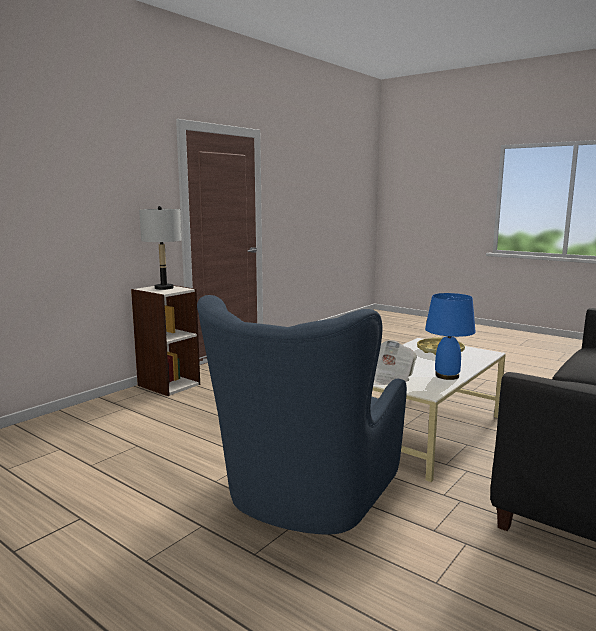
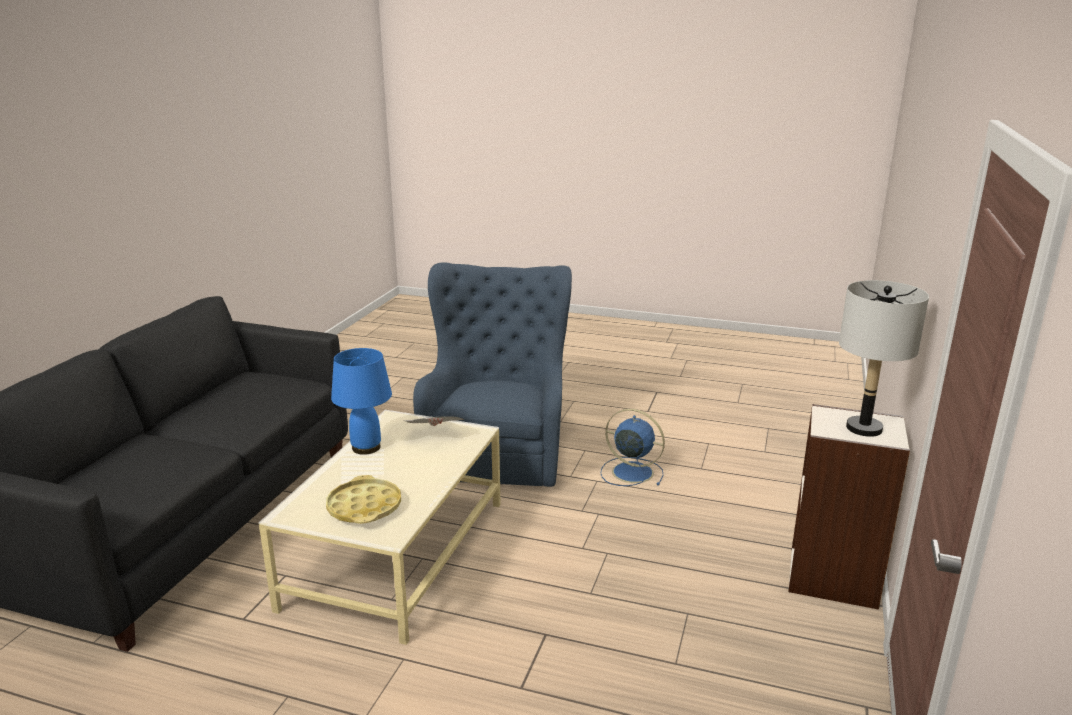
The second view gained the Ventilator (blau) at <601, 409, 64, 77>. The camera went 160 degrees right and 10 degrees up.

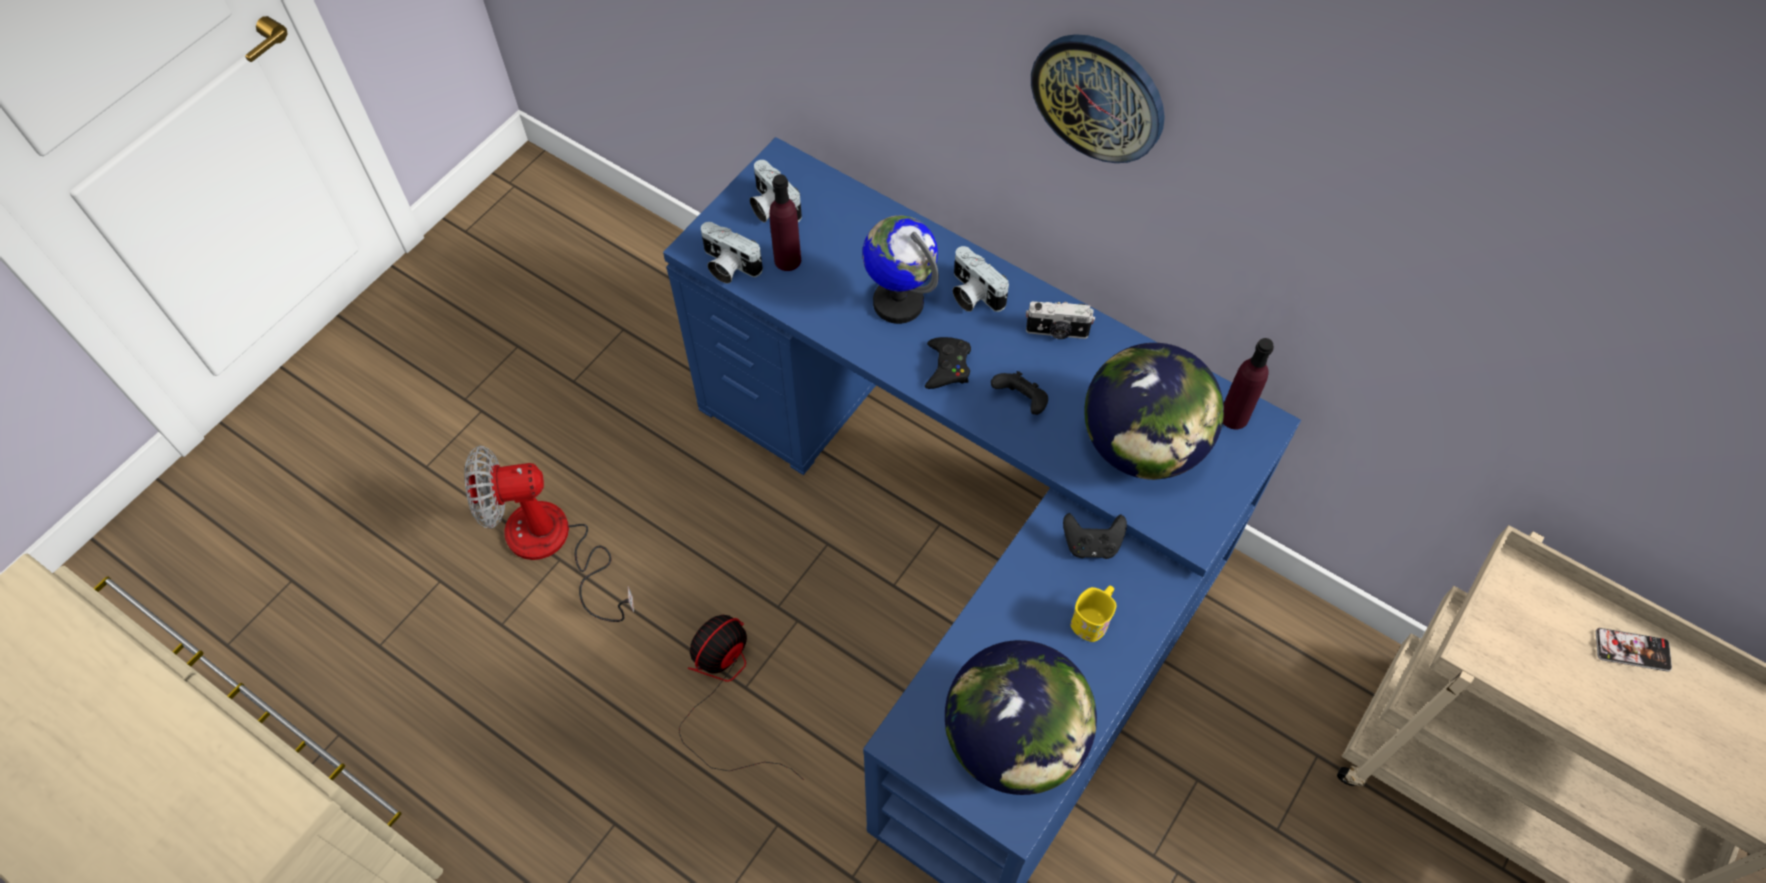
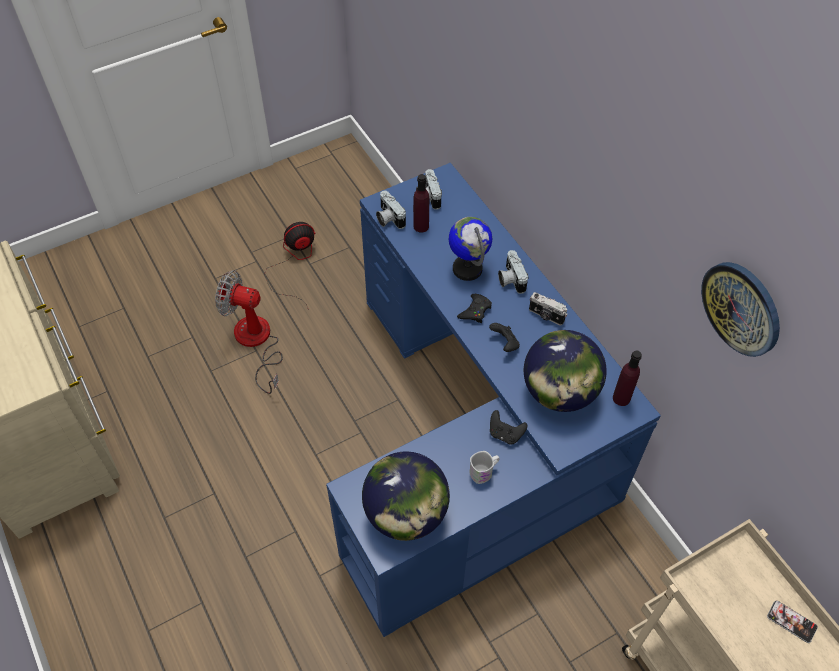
The Ventilator ended up elsewhere, having gone from <679, 615, 125, 165> to <264, 222, 51, 88>. The Wanduhr ended up elsewhere, having gone from <1031, 34, 134, 129> to <701, 262, 79, 95>. What was the Henkelbecher (gelb) at <1071, 586, 45, 56> turned into the Henkelbecher (weiß) at <469, 451, 30, 33>. The camera went 25 degrees right and 5 degrees down.

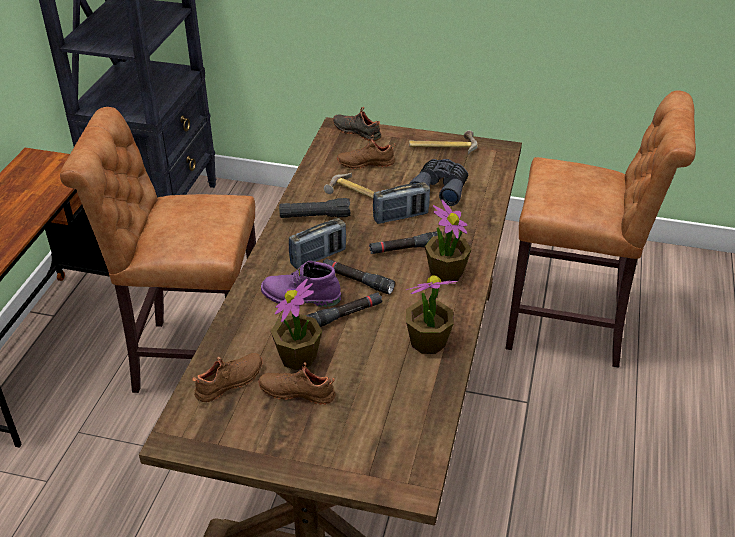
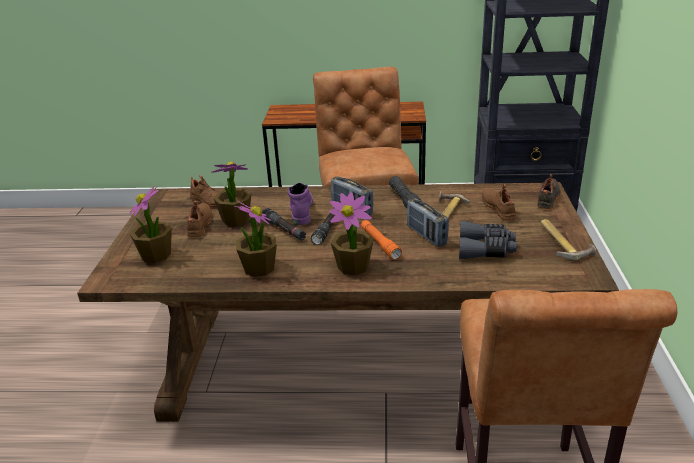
What was the Taschenlampe (schwarz) at <369, 231, 73, 23> turned into the Taschenlampe (orange) at <361, 220, 41, 40>. The second view gained the Topfpflanze at <129, 186, 43, 77>. The camera went 80 degrees right and 10 degrees down.

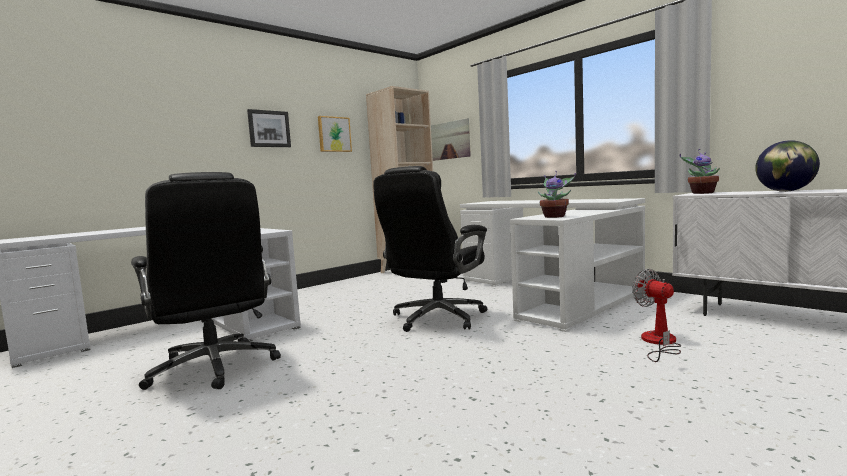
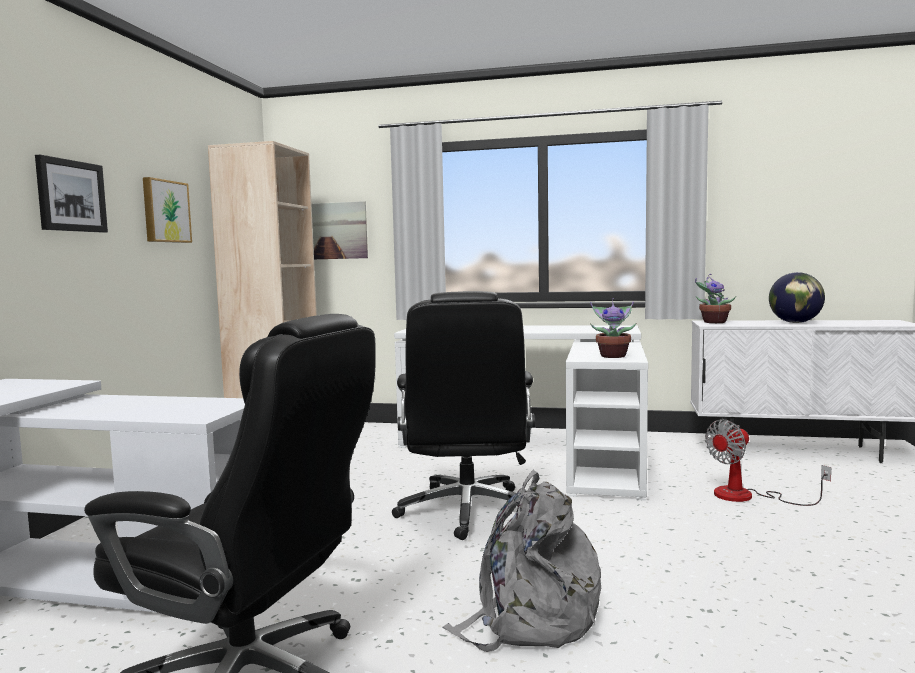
The Ventilator at <632, 269, 49, 93> ended up facing another way, 60 degrees counterclockwise from before. The second view gained the Rucksack (grau) at <443, 469, 158, 183>. The camera went 35 degrees left and 0 degrees up.

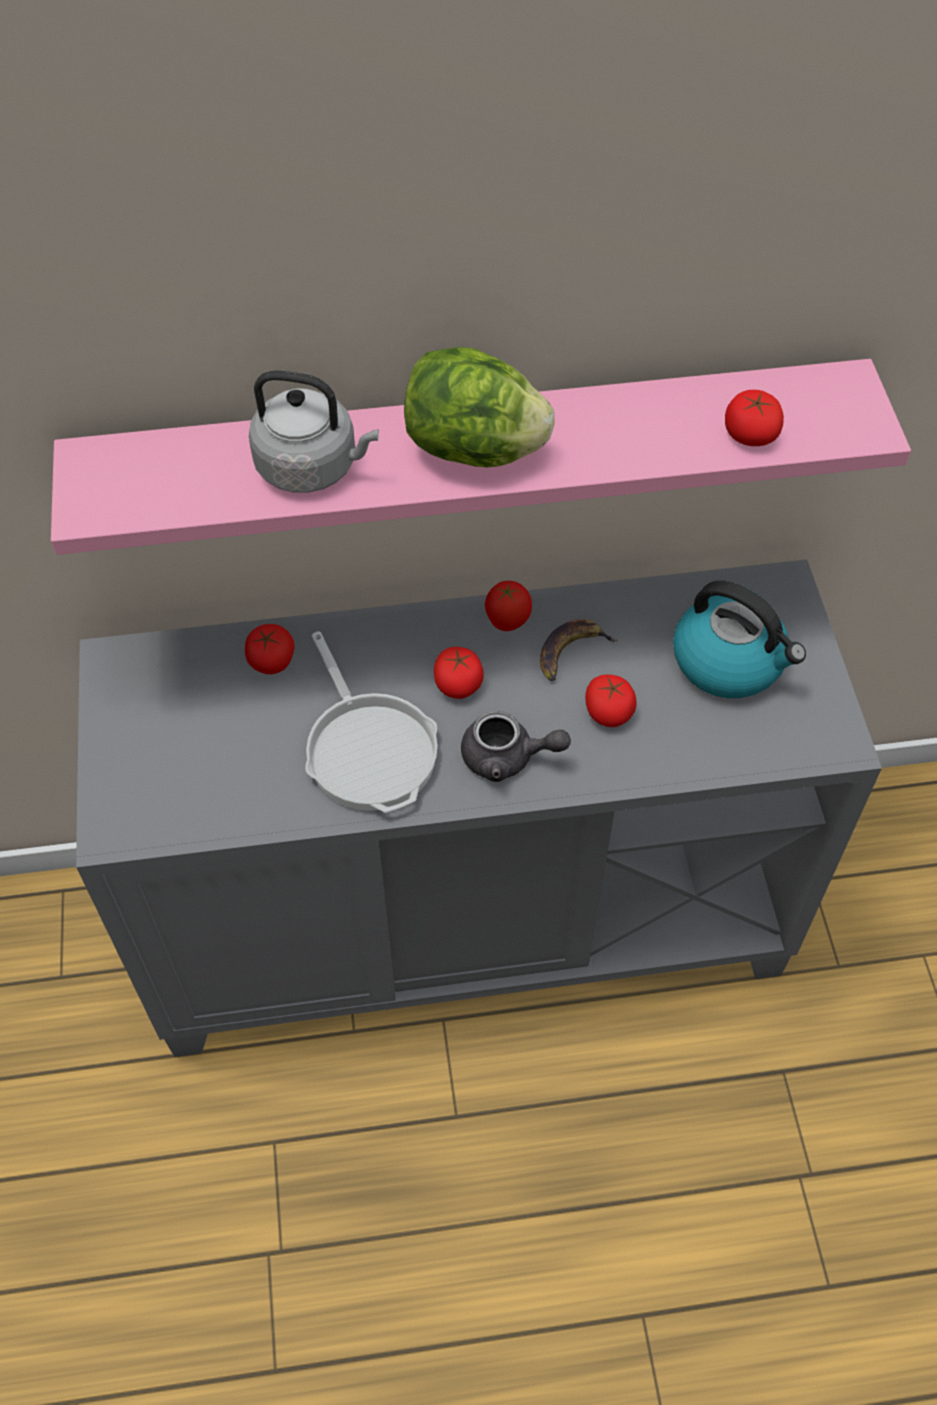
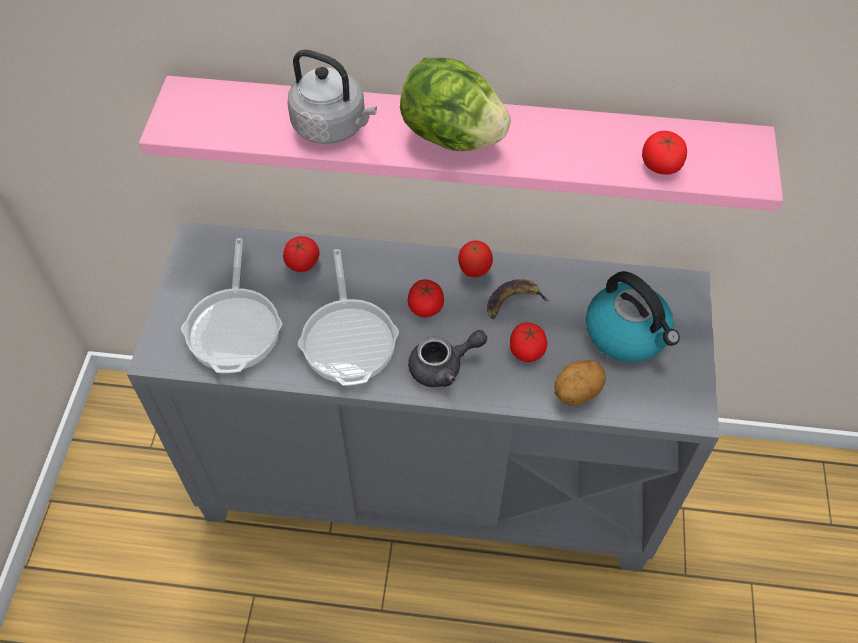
The Teekanne (grau) at <461, 711, 110, 71> ended up facing another way, 45 degrees counterclockwise from before. The second view gained the Pfanne at <181, 238, 101, 135>. The second view gained the Kartoffel at <554, 360, 52, 46>. The camera went 15 degrees right and 0 degrees up.

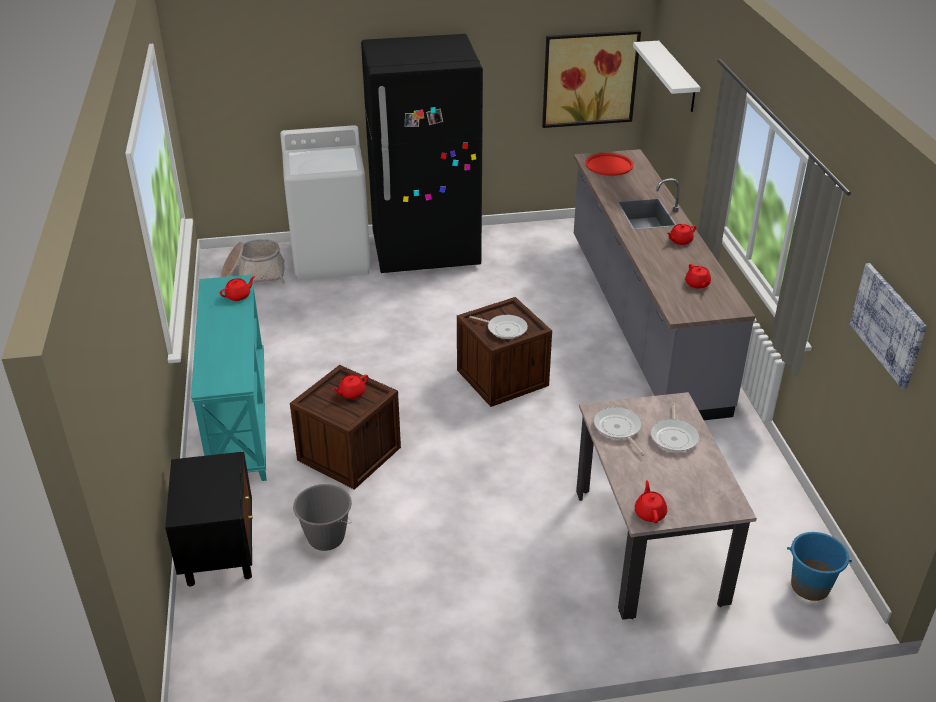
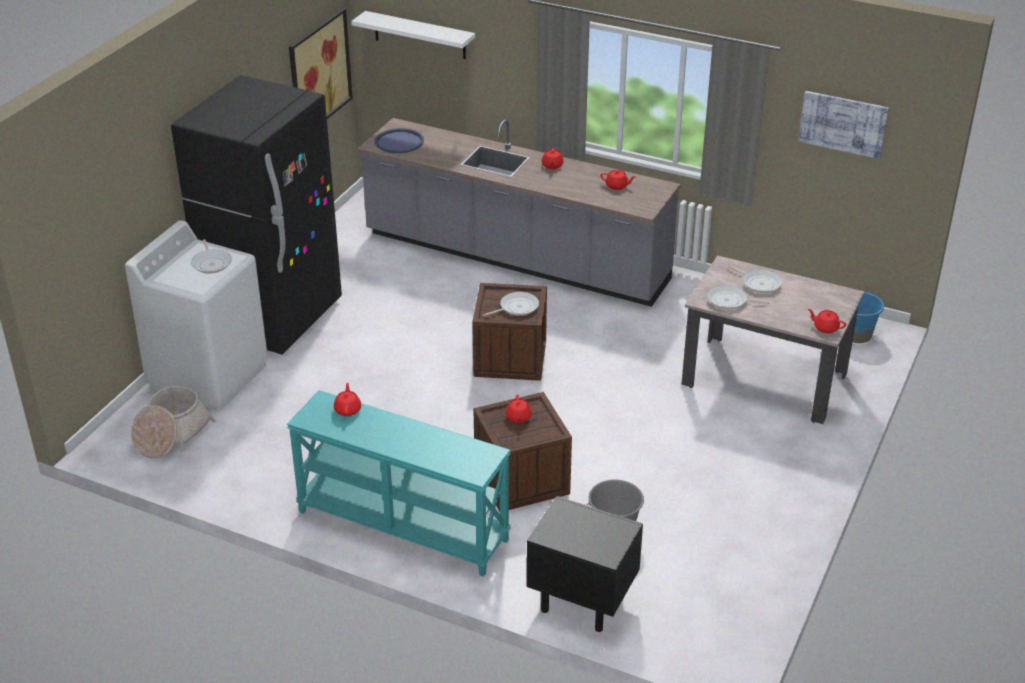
What was the Tablett (rot) at <585, 153, 49, 23> turned into the Tablett (blau) at <375, 128, 49, 25>. The second view gained the Pfanne at <191, 239, 41, 35>. The camera went 55 degrees left and 0 degrees up.

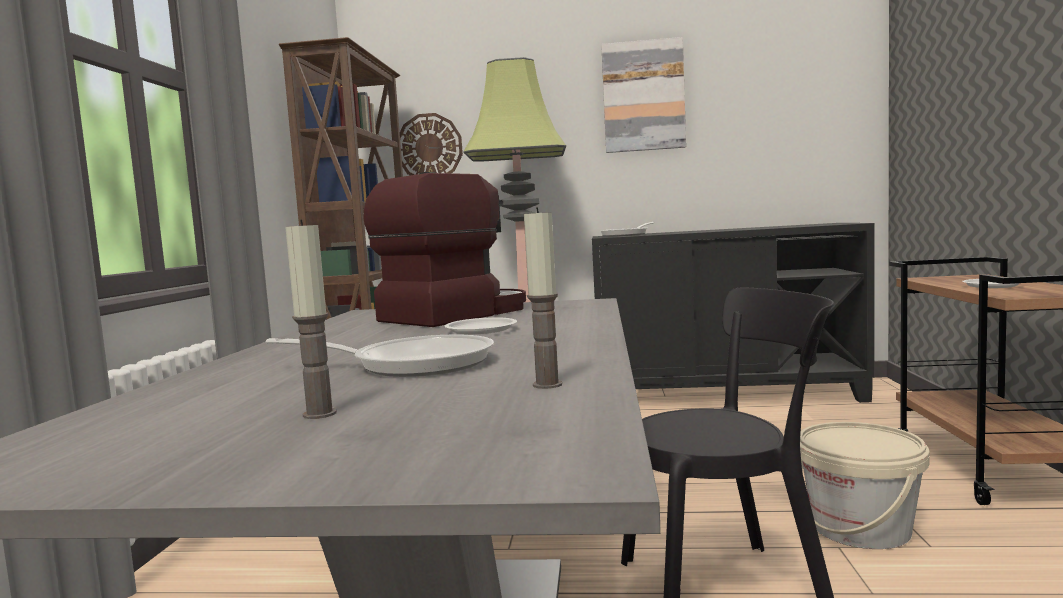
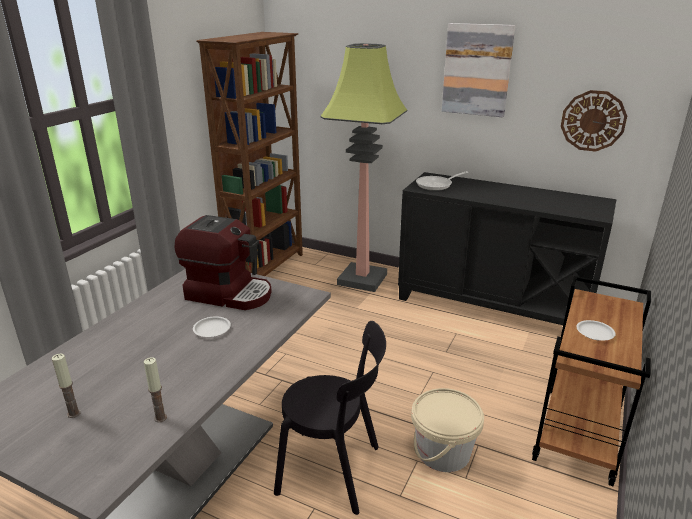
The second view lost the Pfanne at <266, 335, 228, 42>. The Kaffeemaschine at <363, 172, 163, 155> ended up facing another way, 45 degrees clockwise from before. The Wanduhr ended up elsewhere, having gone from <400, 113, 63, 62> to <561, 90, 66, 62>. The camera went 20 degrees right and 20 degrees up.

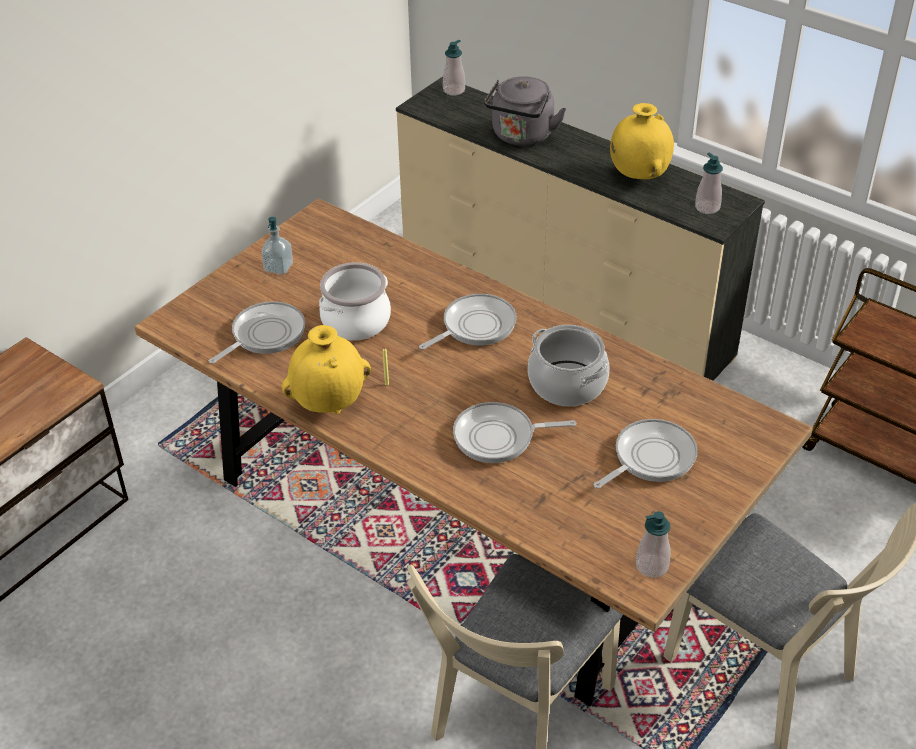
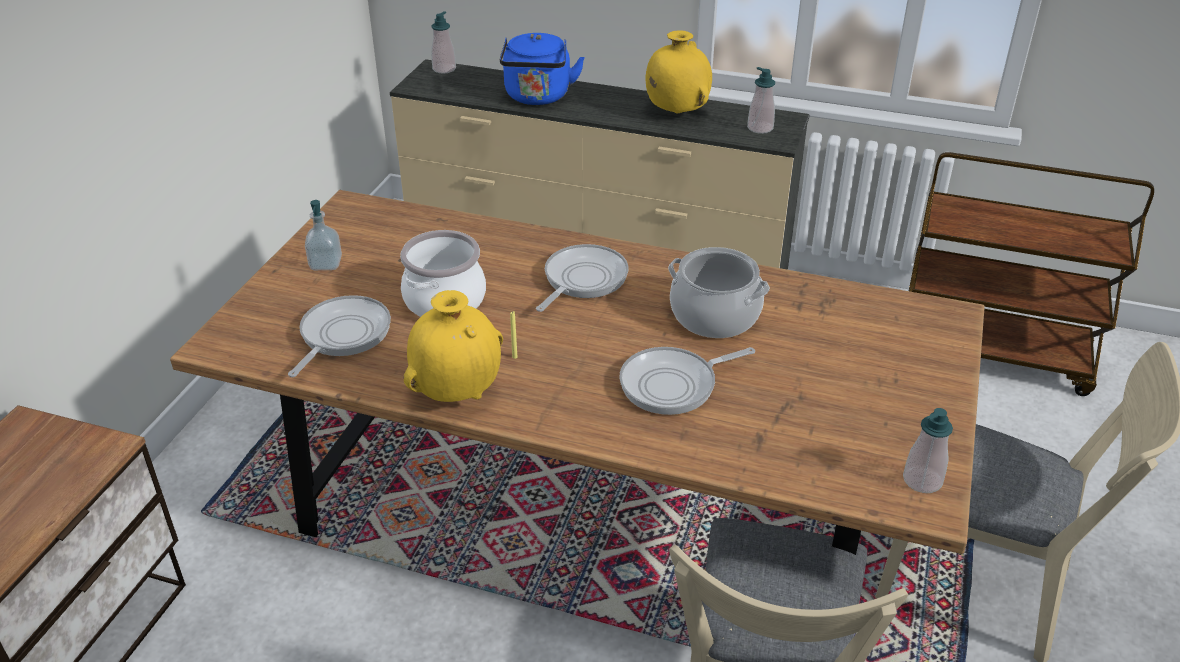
What was the Wasserkessel (grau) at <484, 76, 82, 70> turned into the Wasserkessel (blau) at <500, 33, 85, 72>. The second view lost the Pfanne at <593, 419, 105, 70>. The camera went 20 degrees left and 5 degrees down.

